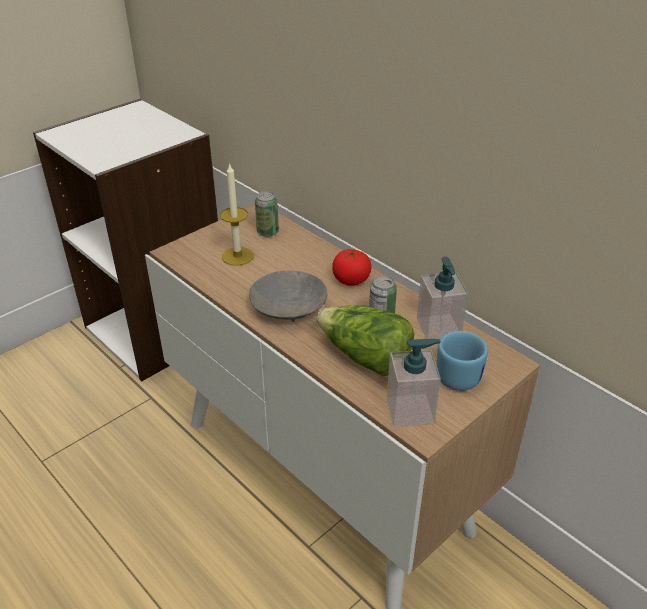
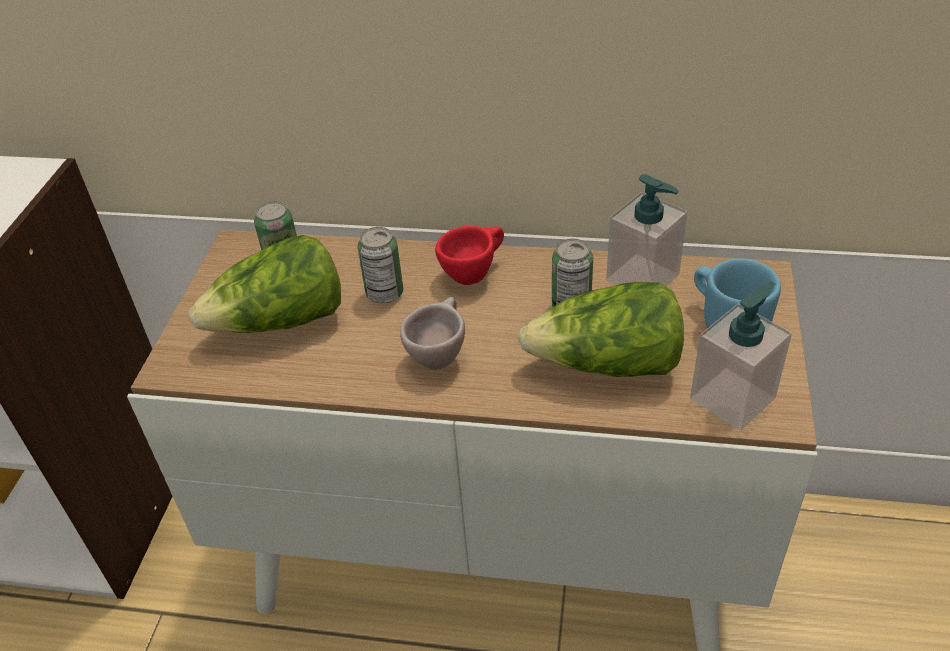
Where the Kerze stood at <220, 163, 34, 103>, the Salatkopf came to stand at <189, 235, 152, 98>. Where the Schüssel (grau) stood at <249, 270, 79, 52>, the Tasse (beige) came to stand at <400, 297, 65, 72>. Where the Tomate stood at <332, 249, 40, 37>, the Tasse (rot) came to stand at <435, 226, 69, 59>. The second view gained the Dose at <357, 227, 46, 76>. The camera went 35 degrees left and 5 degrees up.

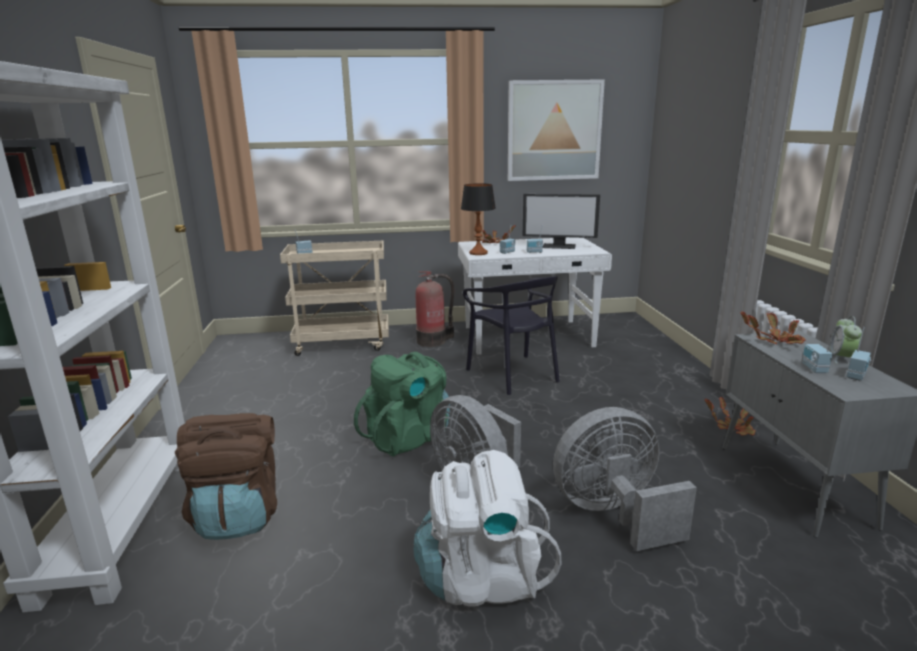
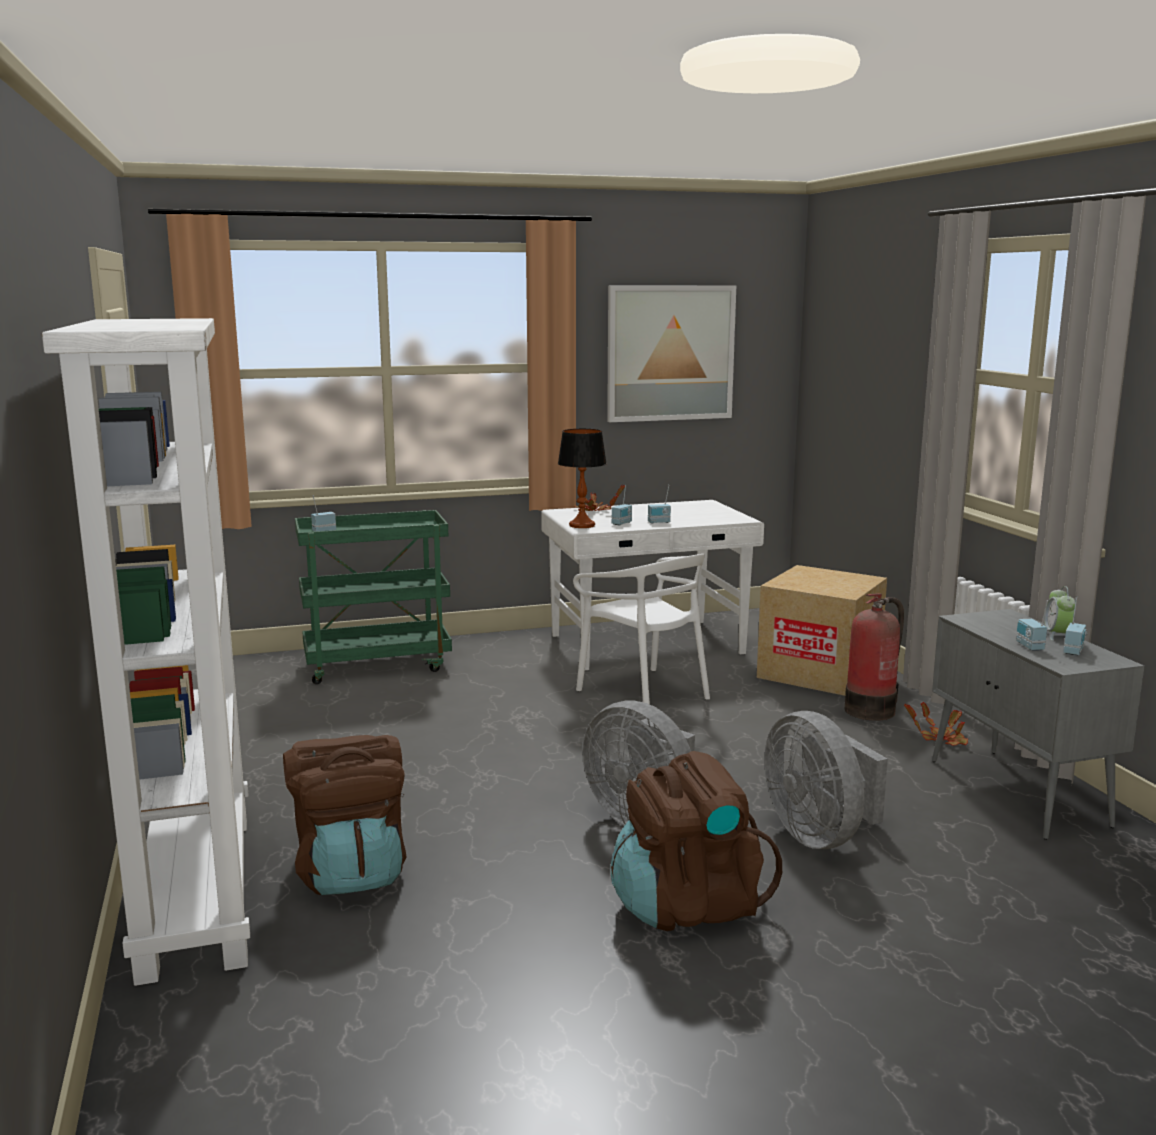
What was the Rollwagen (beige) at <280, 241, 109, 115> turned into the Rollwagen (grün) at <295, 510, 157, 174>. The second view lost the Rucksack (grün) at <354, 352, 96, 105>. What was the Rucksack (weiß) at <413, 450, 148, 157> turned into the Rucksack (braun) at <611, 751, 171, 180>. The Feuerlöscher ended up elsewhere, having gone from <416, 271, 38, 76> to <845, 593, 59, 128>. What was the Stuhl (schwarz) at <463, 276, 97, 119> turned into the Stuhl (weiß) at <573, 554, 137, 150>. The second view lost the Monitor at <523, 194, 77, 55>. The Ventilator (grau) at <553, 407, 144, 144> ended up facing another way, 90 degrees counterclockwise from before. The second view lost the Topfpflanze at <740, 312, 66, 32>. The second view gained the Karton at <757, 565, 130, 131>. The camera went 10 degrees left and 5 degrees down.

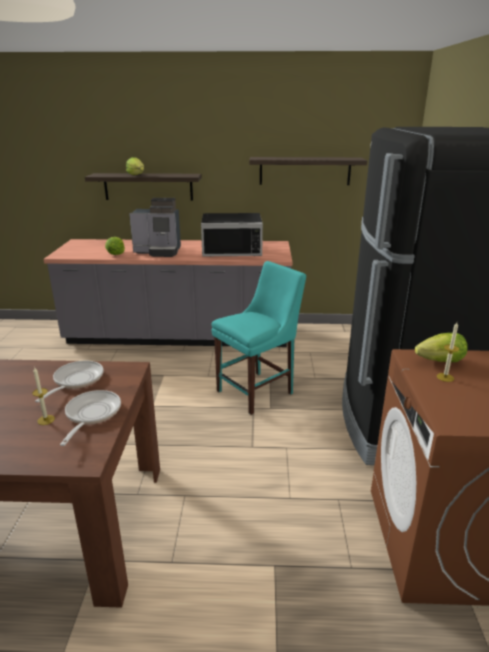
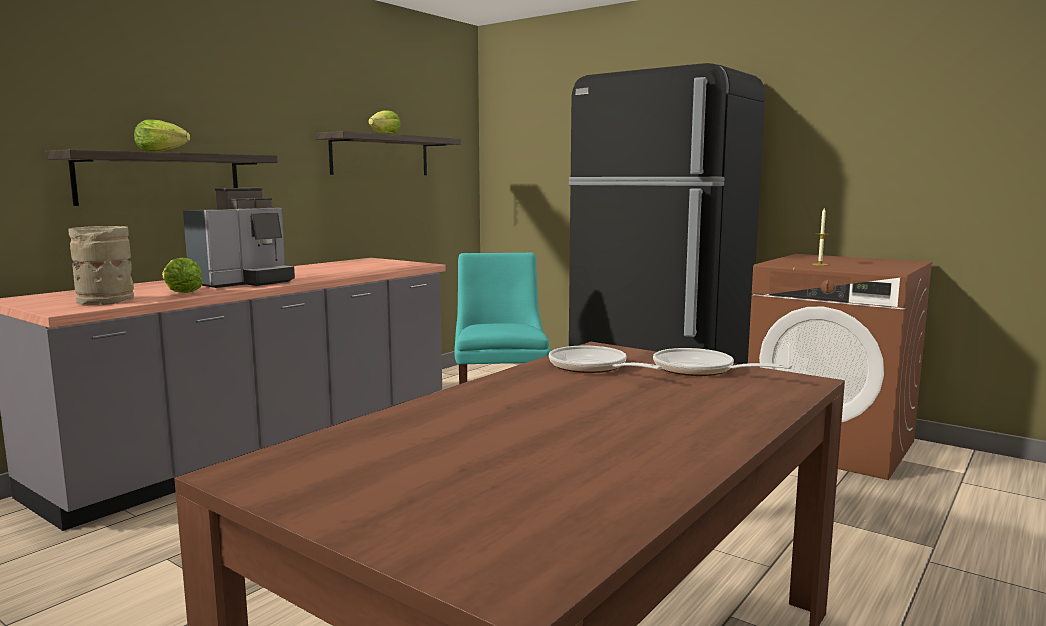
The second view lost the Kerze at <32, 368, 23, 57>. The second view lost the Mikrowelle (schwarz) at <201, 213, 62, 44>. The Salatkopf ended up elsewhere, having gone from <415, 333, 53, 29> to <368, 110, 33, 24>. The second view gained the Vase (beige) at <68, 226, 66, 79>. The camera went 55 degrees left and 15 degrees down.

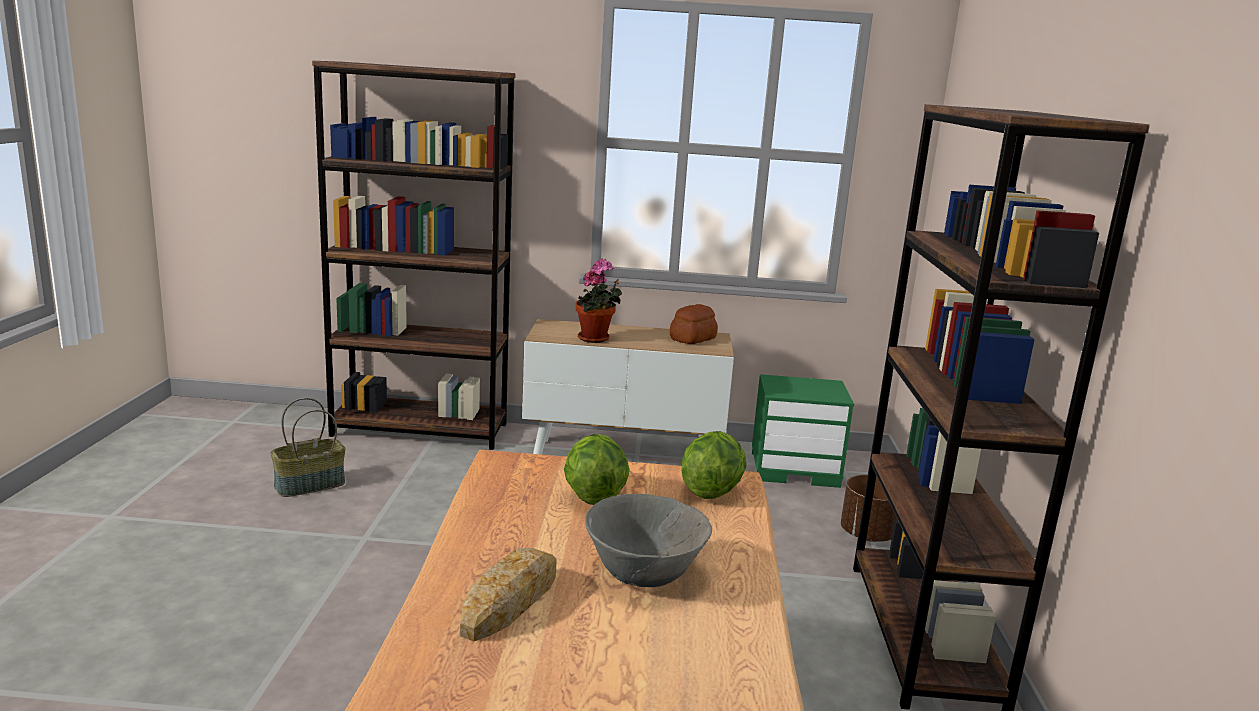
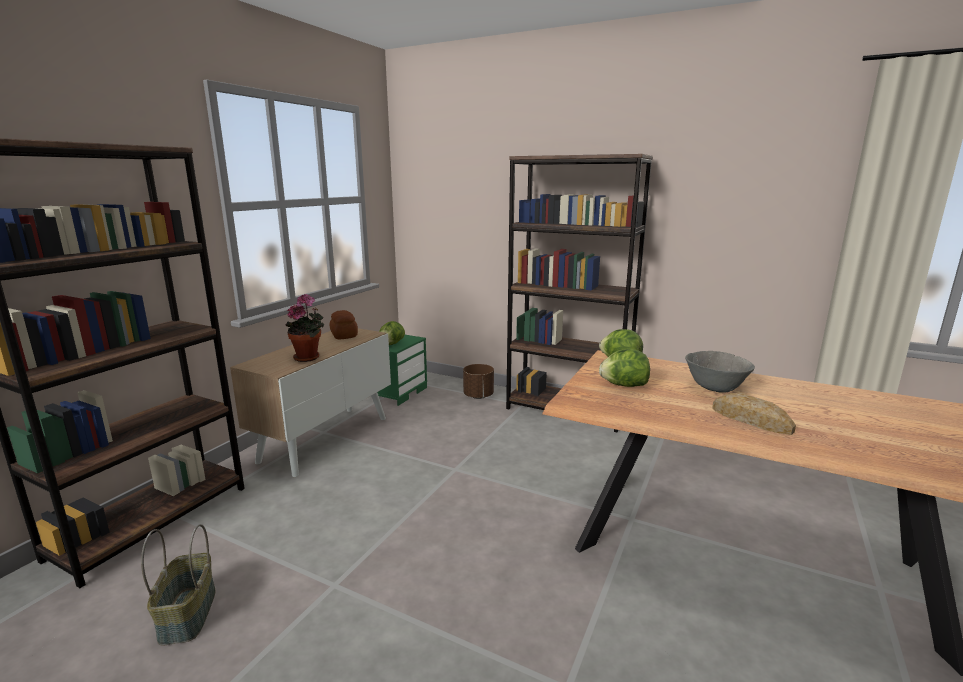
The second view gained the Salatkopf at <379, 321, 26, 24>. The camera went 65 degrees left and 0 degrees up.

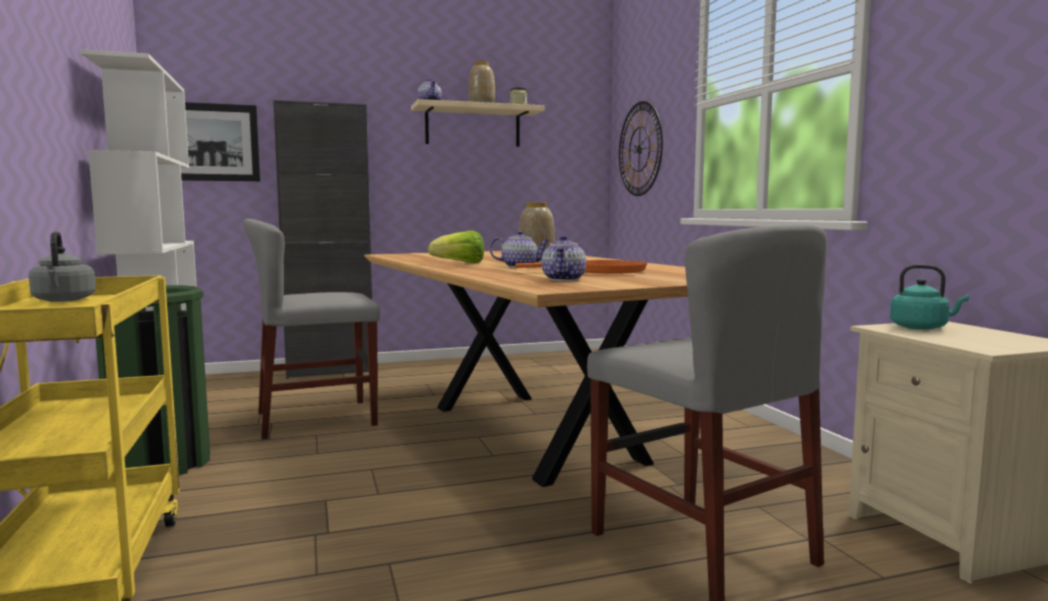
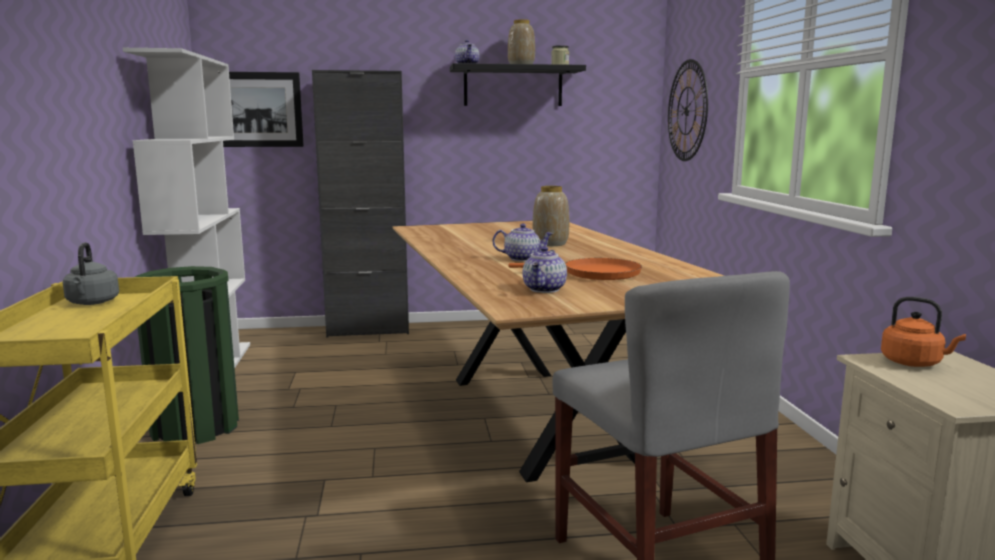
The second view lost the Stuhl (grau) at <243, 219, 137, 220>. What was the Wandregal (beige) at <411, 99, 134, 48> turned into the Wandregal (schwarz) at <450, 63, 136, 43>. The second view lost the Salatkopf at <428, 231, 56, 32>. What was the Wasserkessel (türkis) at <890, 264, 79, 66> turned into the Wasserkessel (orange) at <881, 297, 85, 70>. The camera went 10 degrees right and 5 degrees up.

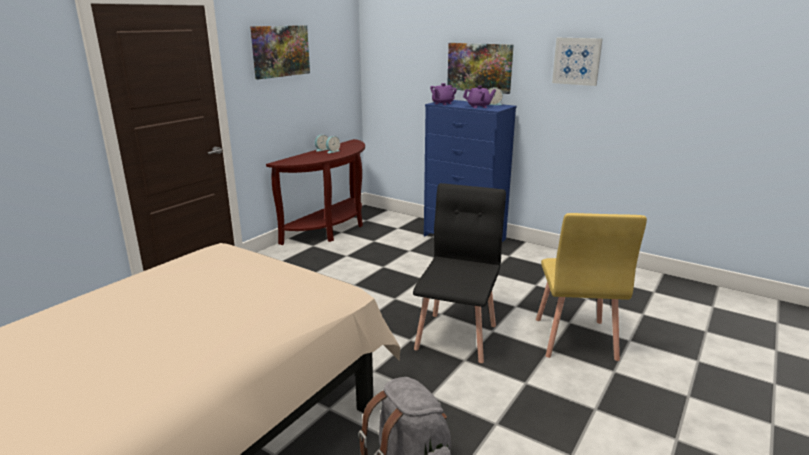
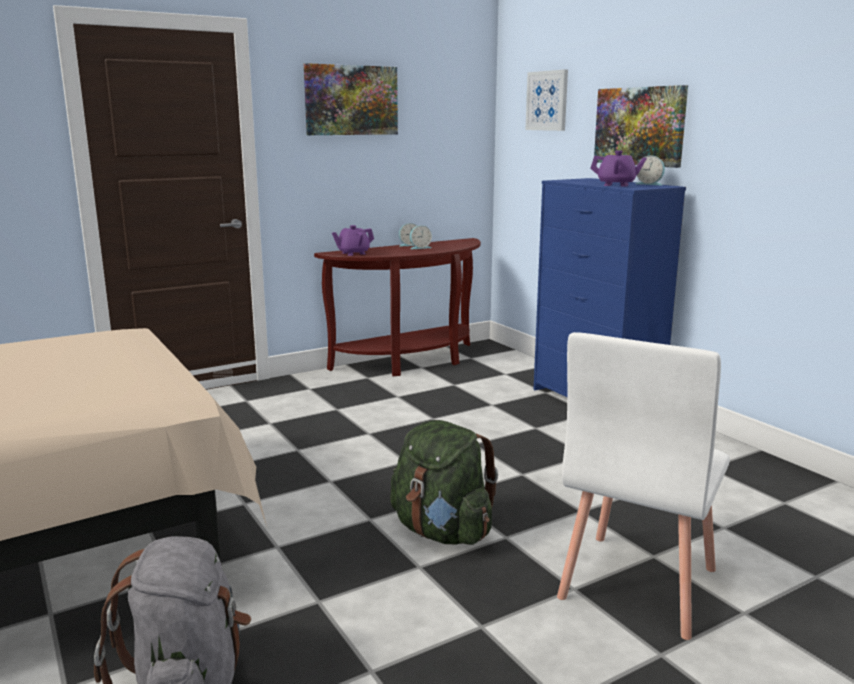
Where the Stuhl (schwarz) stood at <413, 183, 93, 180>, the Rucksack (grün) came to stand at <390, 420, 108, 125>. The Teekanne (lila) ended up elsewhere, having gone from <430, 83, 27, 22> to <332, 225, 42, 31>. What was the Stuhl (gelb) at <536, 213, 111, 148> turned into the Stuhl (weiß) at <557, 332, 173, 308>. The Bild ended up elsewhere, having gone from <552, 38, 50, 48> to <525, 69, 43, 62>. The camera went 25 degrees right and 5 degrees down.

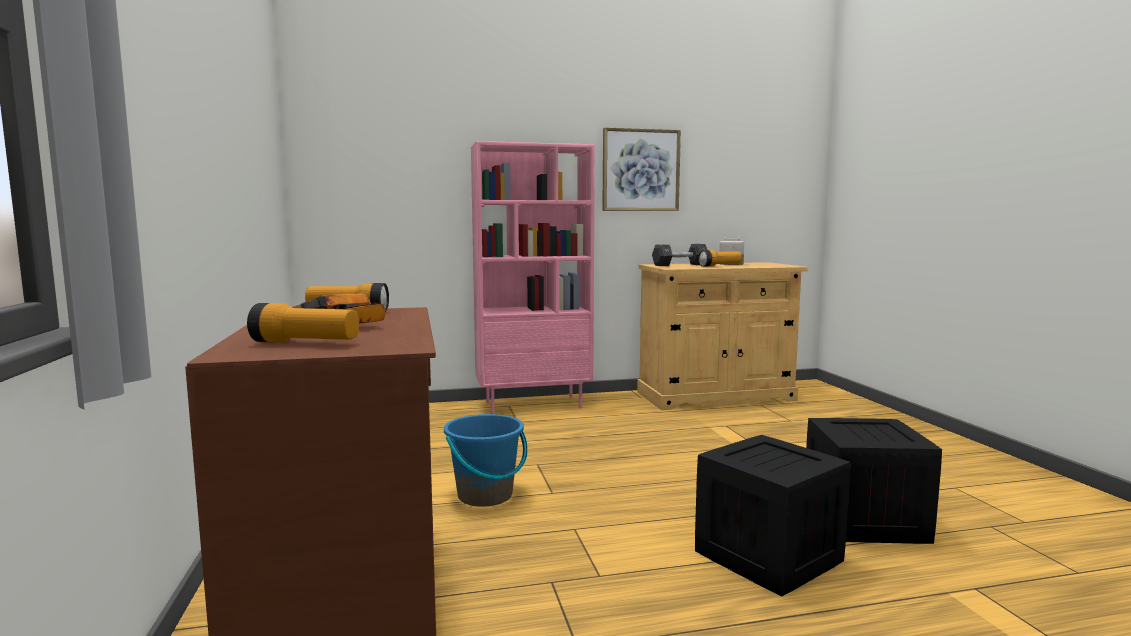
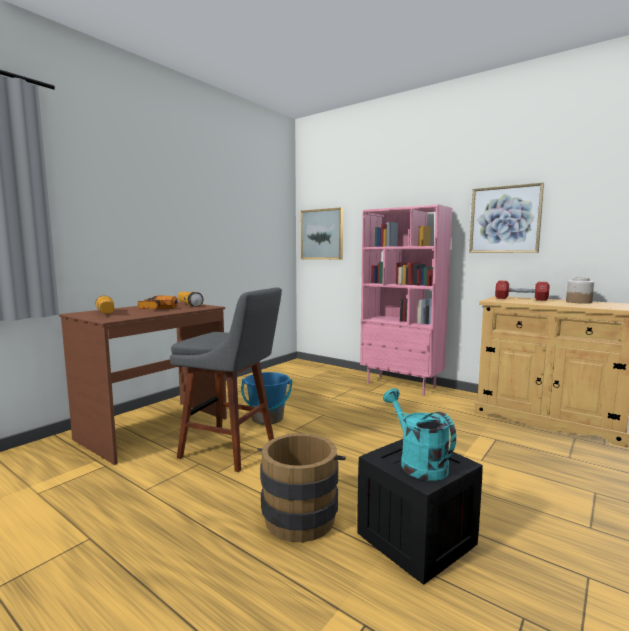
What was the Hantel (schwarz) at <652, 244, 55, 22> turned into the Hantel (rot) at <495, 281, 55, 20>. Where the Kiste stood at <695, 435, 156, 161>, the Eimer (braun) came to stand at <257, 433, 89, 109>. The second view lost the Taschenlampe at <698, 250, 44, 17>. The second view gained the Hocker (grau) at <170, 287, 112, 185>. The second view gained the Bild at <301, 207, 42, 53>. The second view gained the Gießkanne (türkis) at <383, 388, 73, 93>. The camera went 50 degrees right and 0 degrees up.

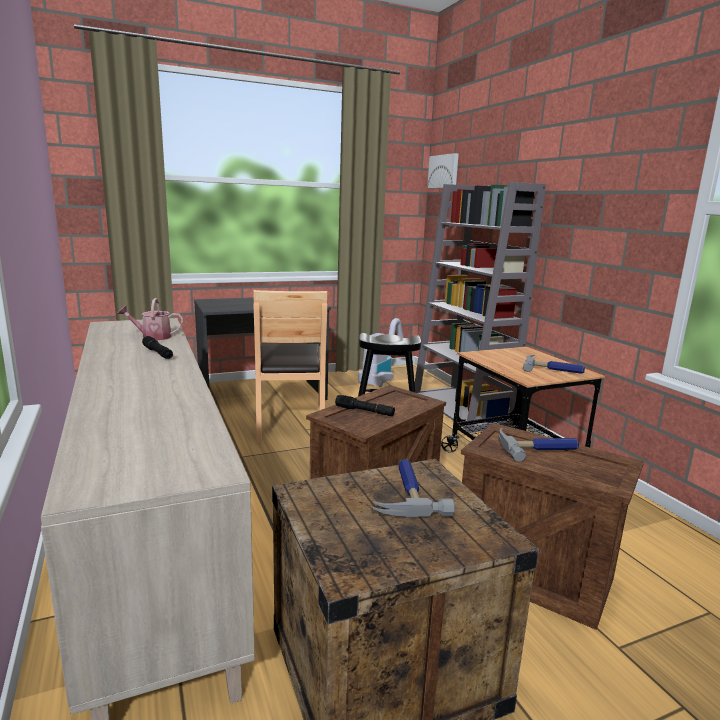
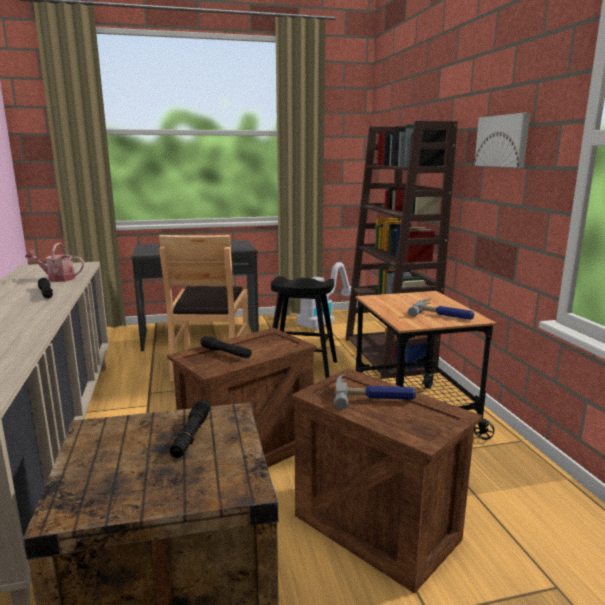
Where the Hammer stood at <373, 459, 82, 58>, the Taschenlampe (schwarz) came to stand at <170, 400, 40, 58>. What was the Bücherregal (grau) at <415, 182, 131, 251> turned into the Bücherregal (braun) at <345, 121, 113, 258>. The Bild ended up elsewhere, having gone from <427, 153, 32, 35> to <474, 113, 56, 55>. The camera went 10 degrees right and 0 degrees up.

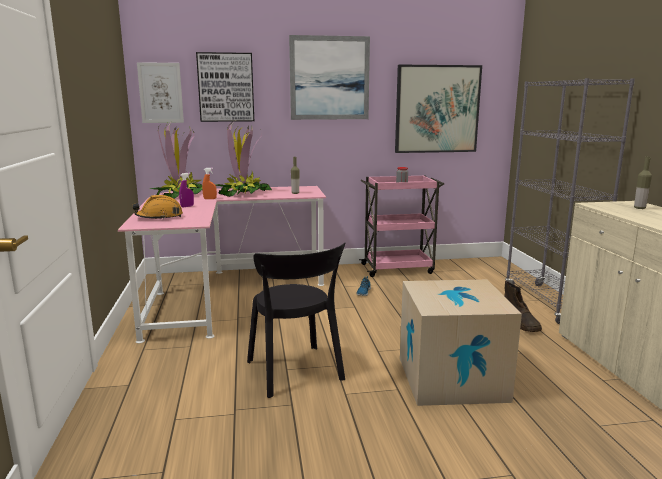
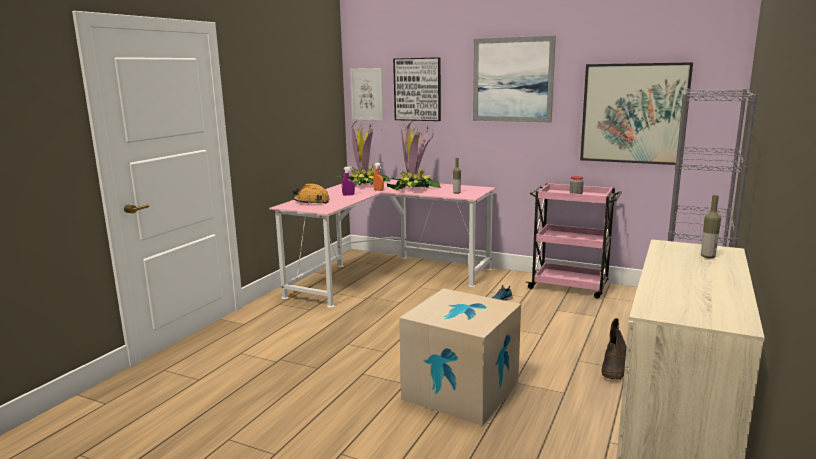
The second view lost the Stuhl (schwarz) at <247, 243, 98, 155>. The camera went 35 degrees right and 0 degrees up.

